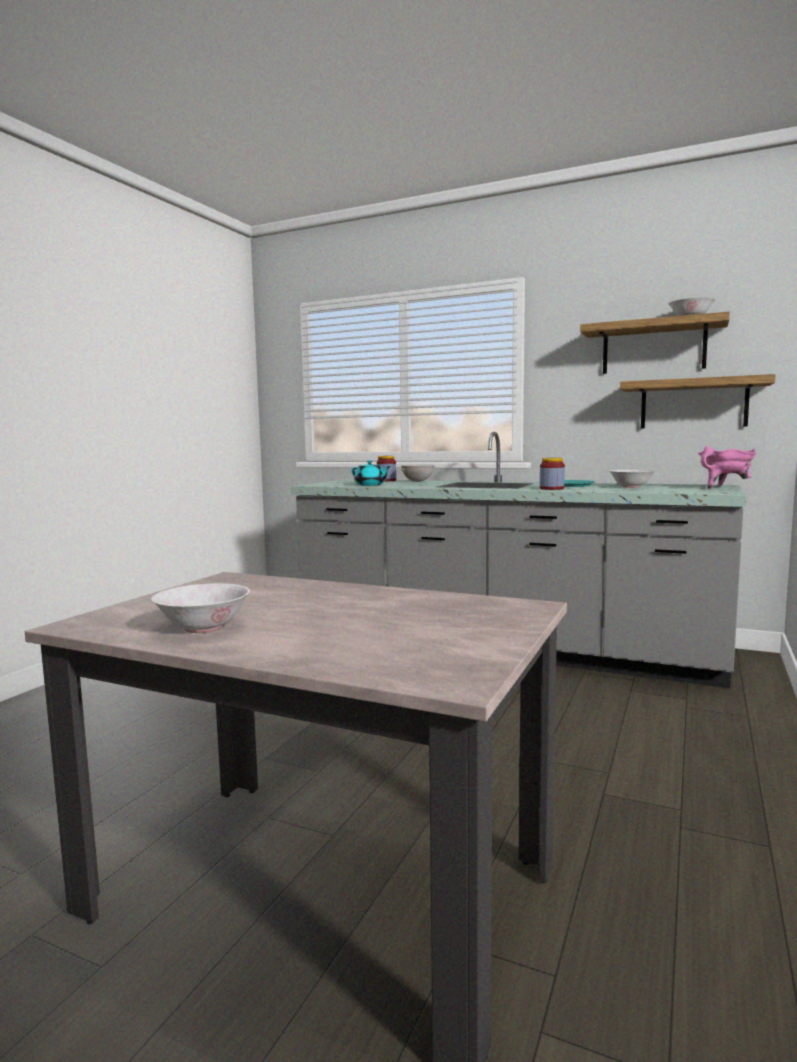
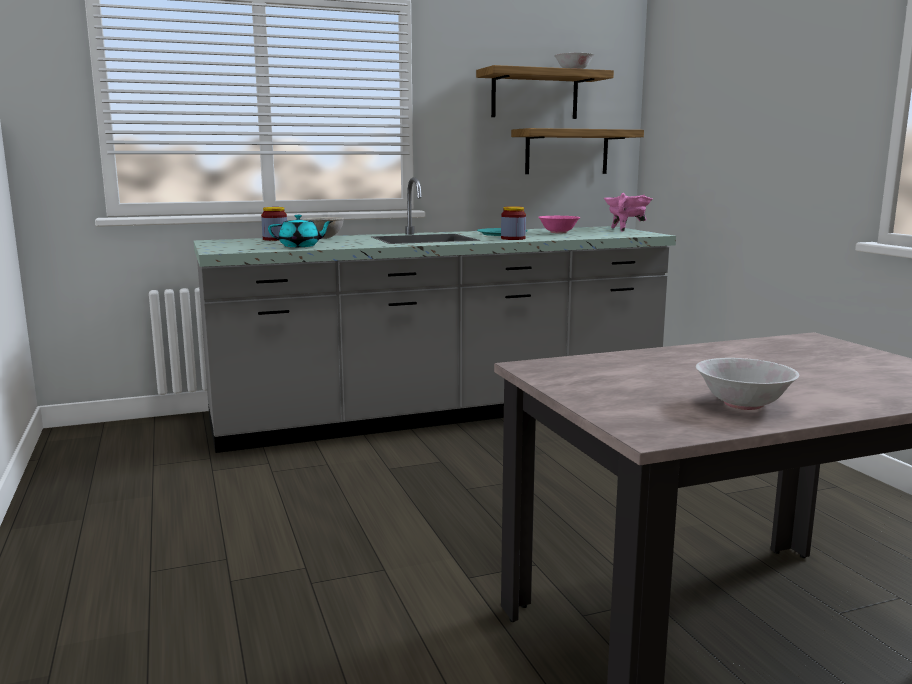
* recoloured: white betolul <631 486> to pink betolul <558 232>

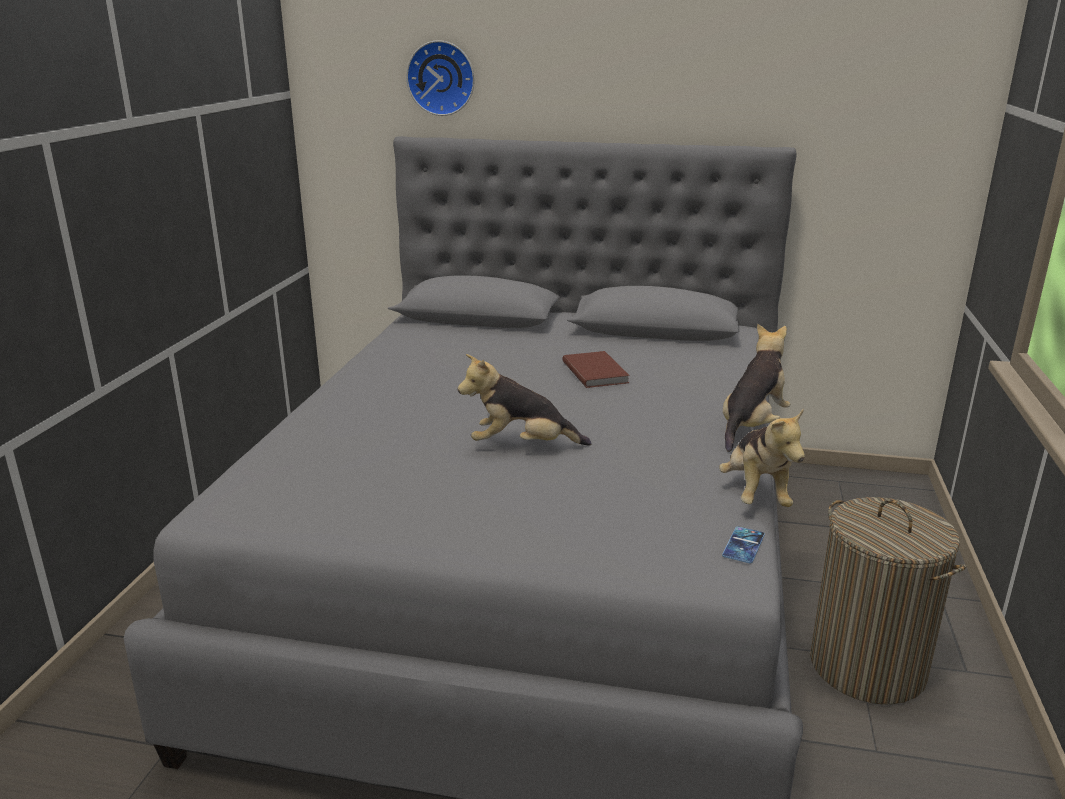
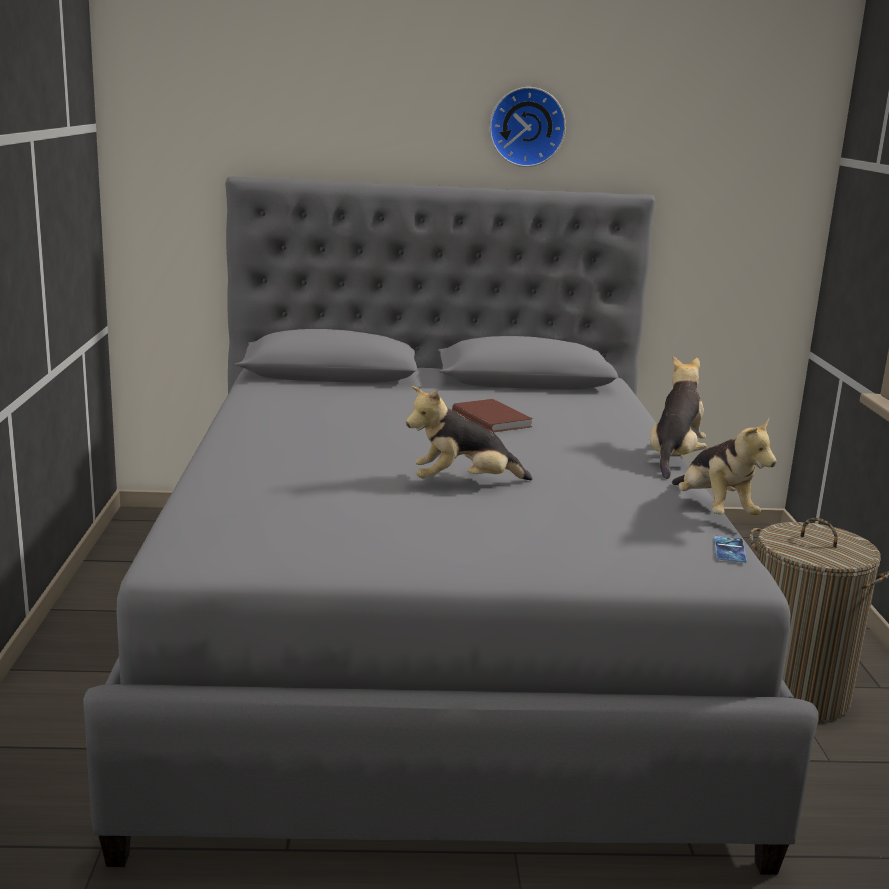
* moved: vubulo <442 78> to <526 127>

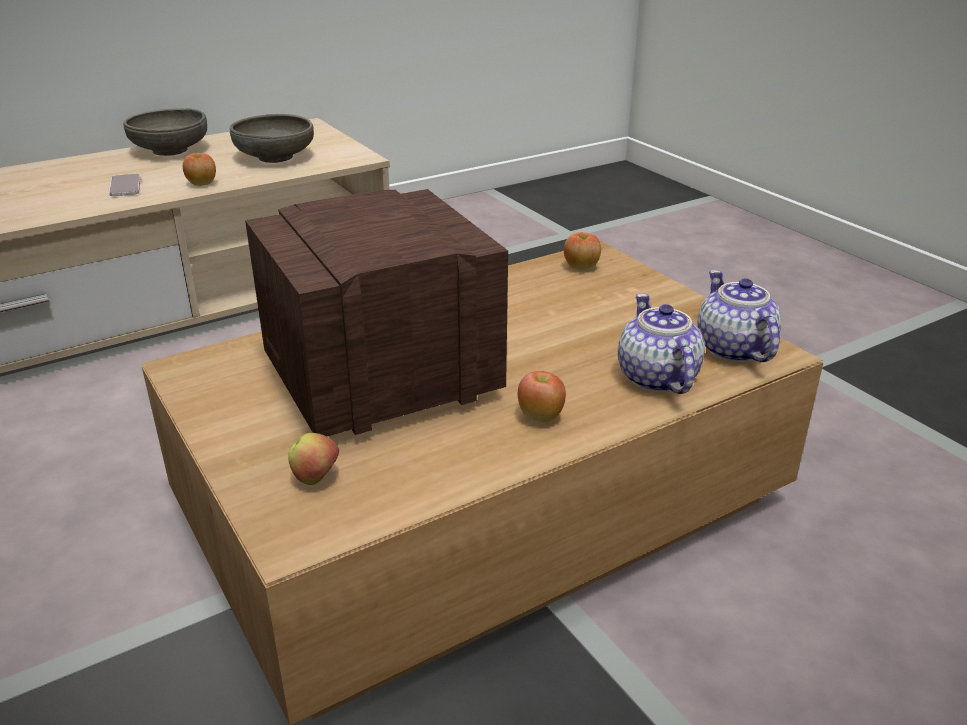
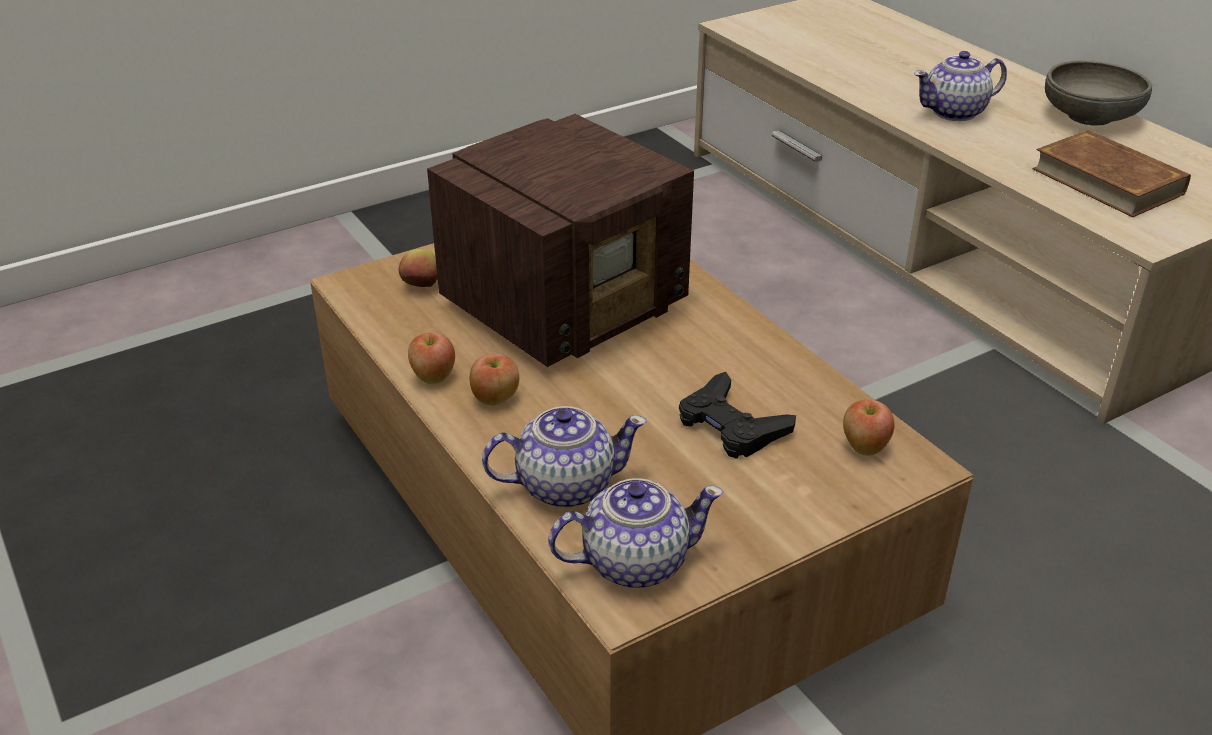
* moved: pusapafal <202 184> to <433 377>
* turned: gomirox <377 380> = <568 305> 75 degrees clockwise
* added: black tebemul <731 425>
* replaced: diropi <125 186> to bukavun <955 112>
* replaced: grey betolul <275 157> to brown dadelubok <1107 181>

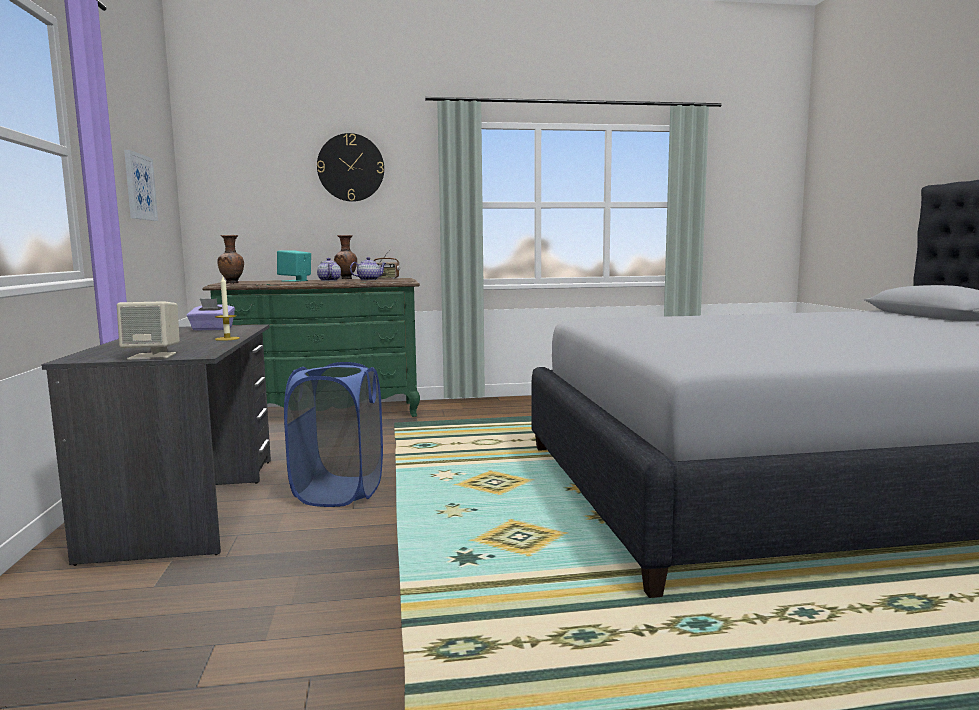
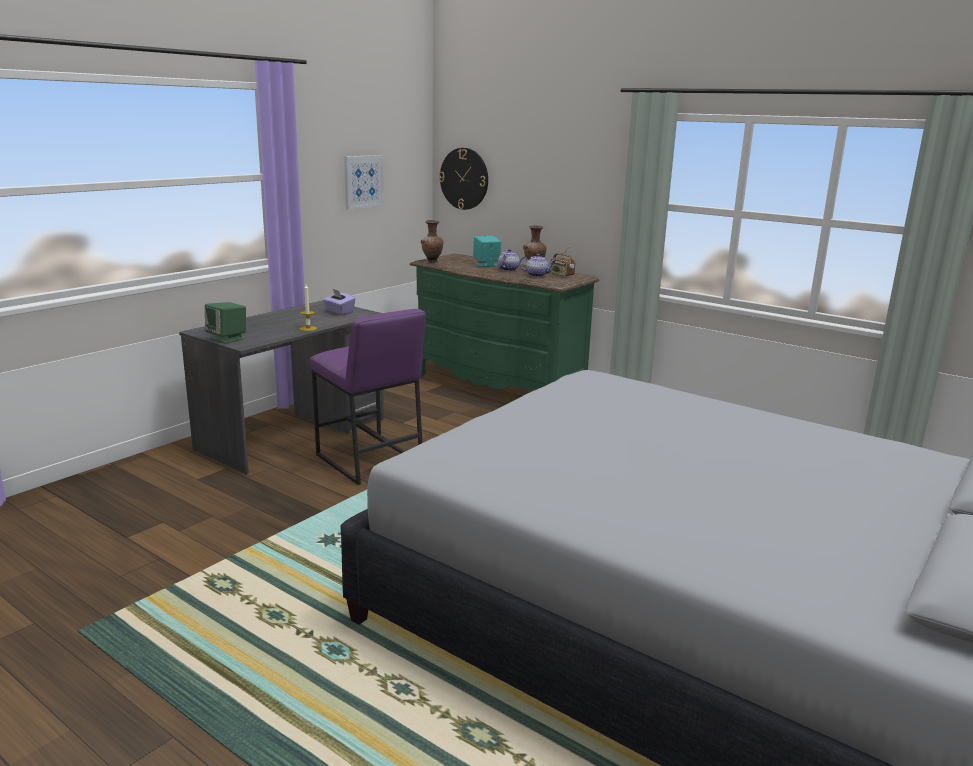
* recoloured: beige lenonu <153 356> to green lenonu <227 339>
* replaced: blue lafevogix <339 492> to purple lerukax <370 460>
* moved: vubulo <351 167> to <464 178>

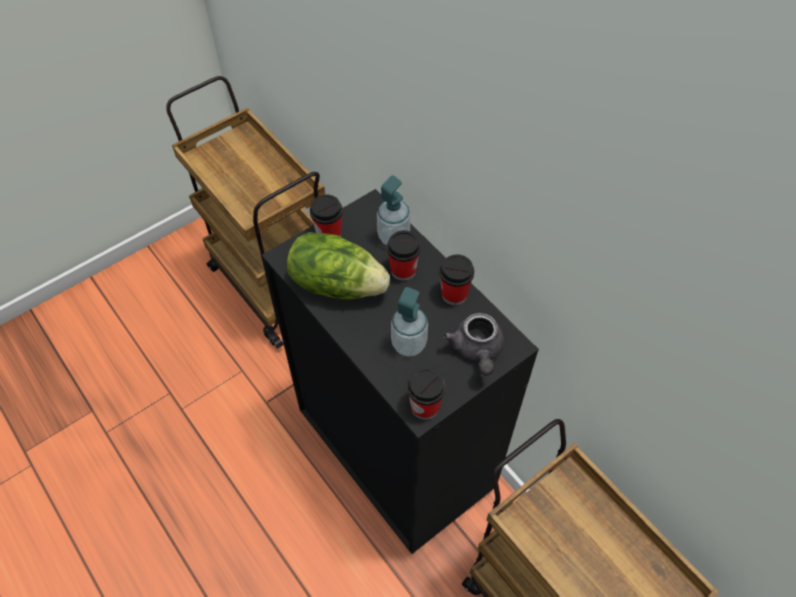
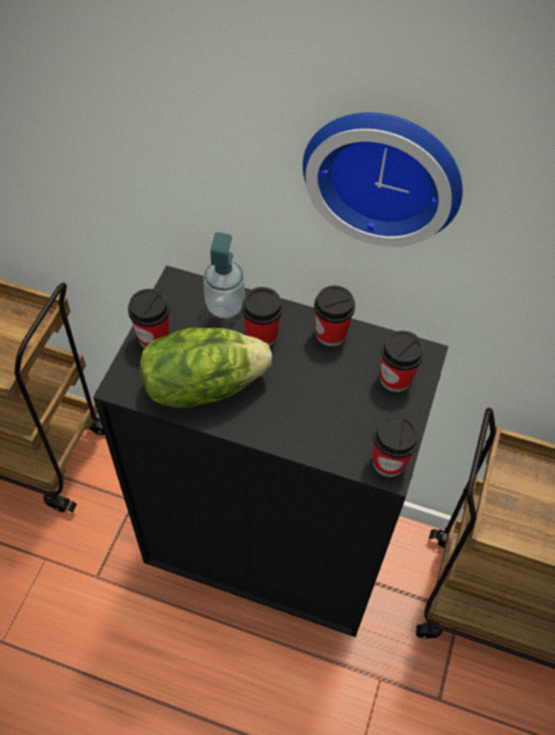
* added: vubulo <384 172>
* replaced: grey bukavun <477 351> to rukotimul <395 379>
* removed: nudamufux <409 344>

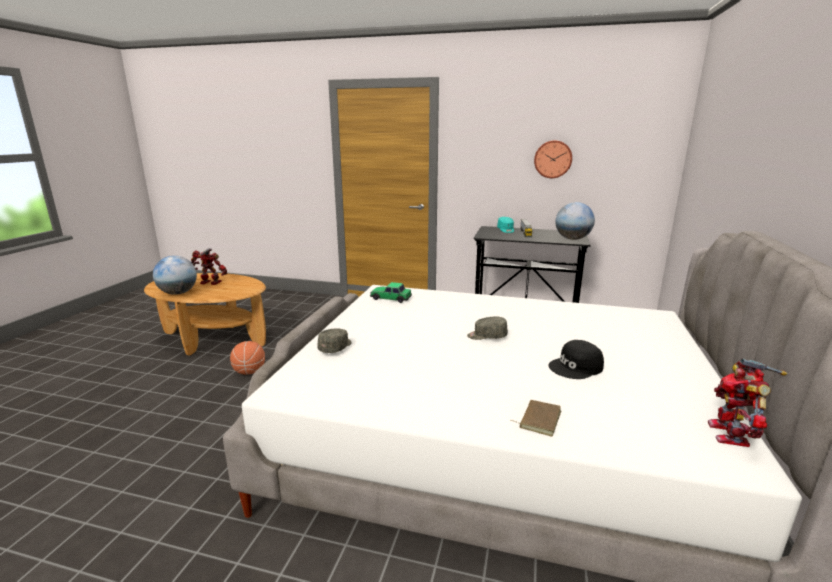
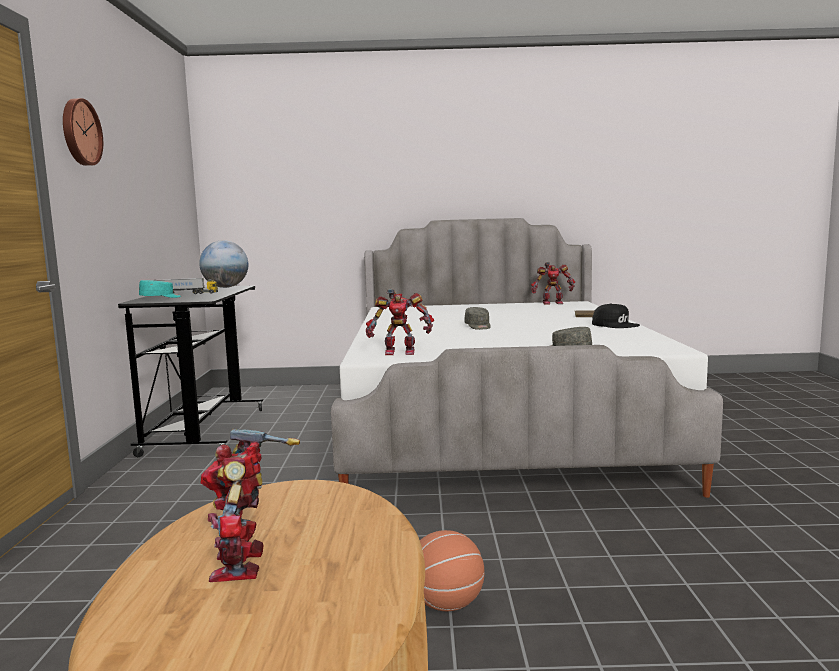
* moved: vubulo <553 159> to <79 132>
* replaced: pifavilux <390 298> to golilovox <399 352>
* moved: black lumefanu <576 367> to <615 324>
* removed: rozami <178 293>

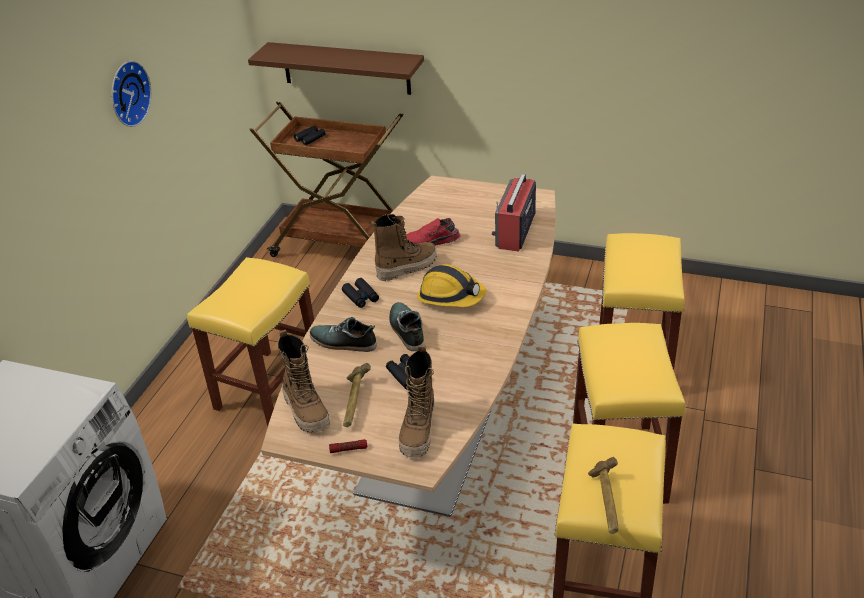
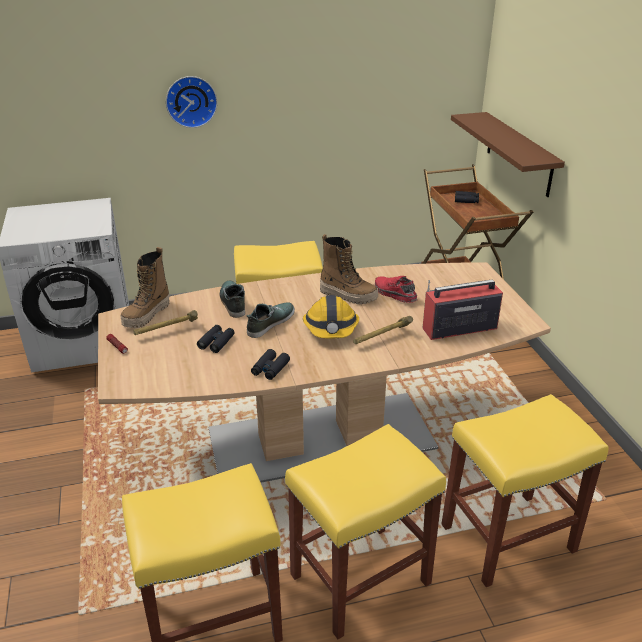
* moved: vubulo <127 93> to <191 101>
* moved: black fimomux <361 297> to <270 369>
* moved: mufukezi <606 504> to <381 339>
* removed: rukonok <419 431>

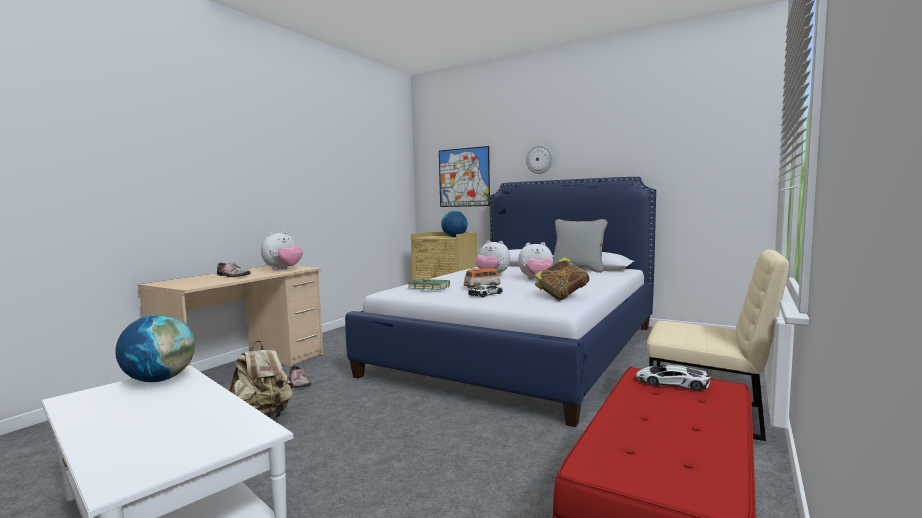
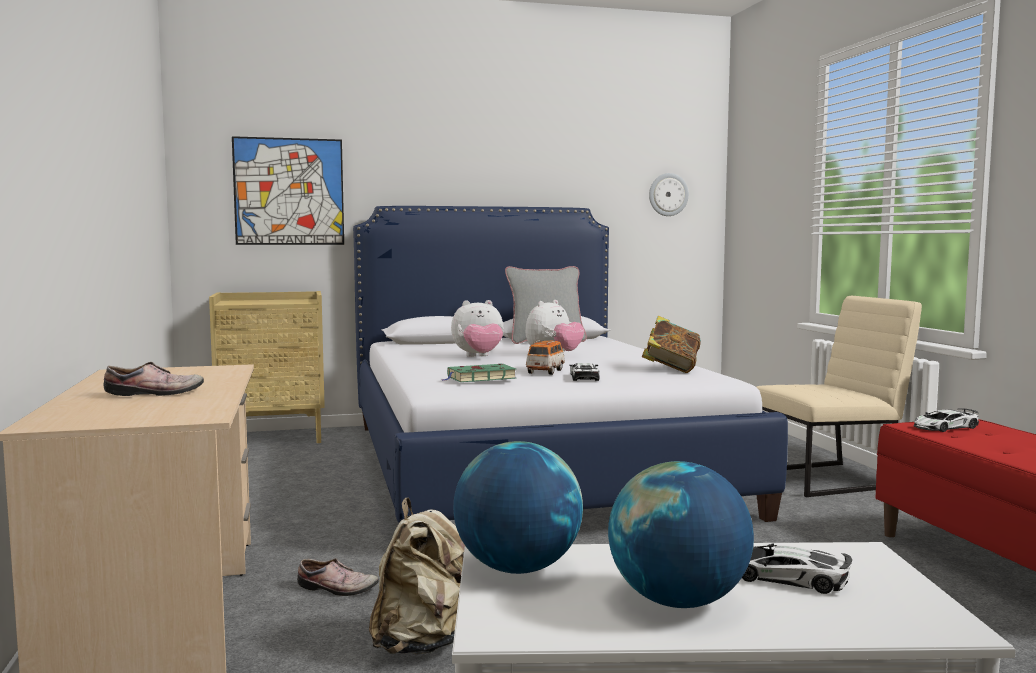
* moved: rozami <454 237> to <677 601>
* moved: vubulo <539 159> to <668 194>
* added: pifavilux <784 577>
* removed: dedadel <283 269>

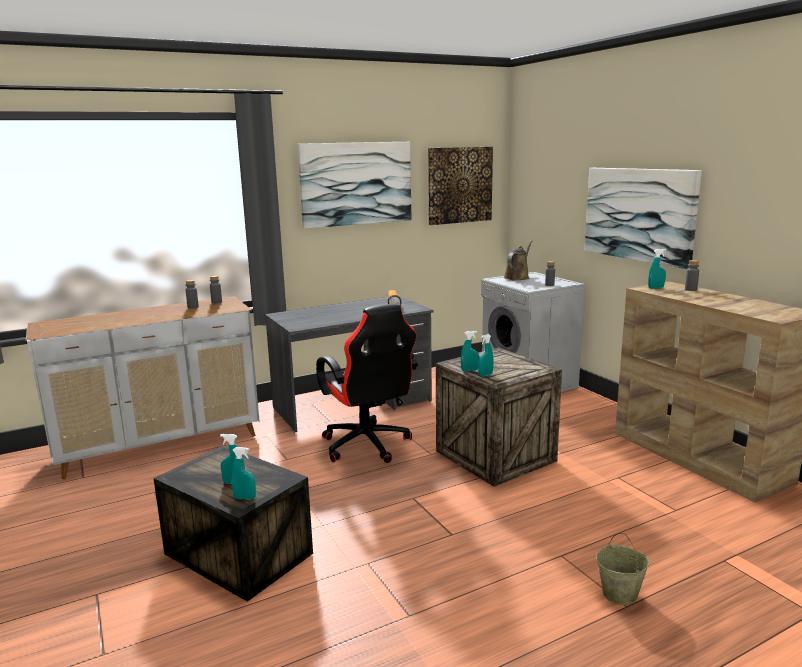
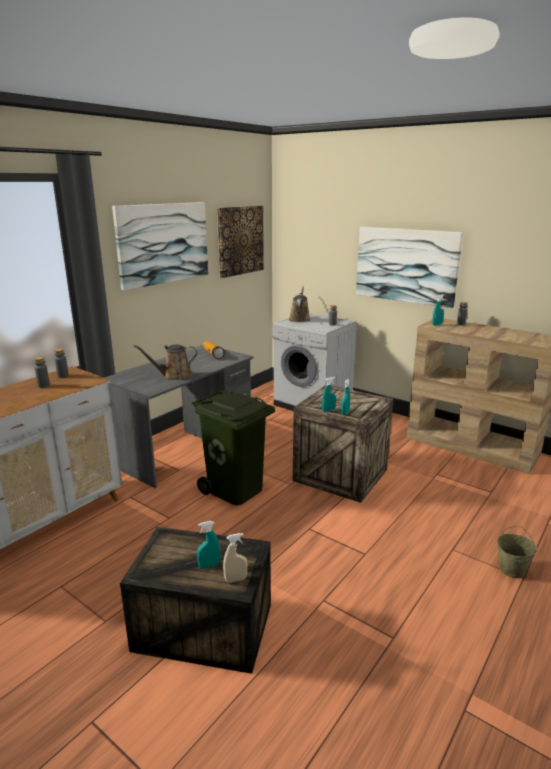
* added: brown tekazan <174 376>
* replaced: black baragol <368 448> to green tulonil <234 490>
* recoloured: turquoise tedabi <244 498> to beige tedabi <235 579>

